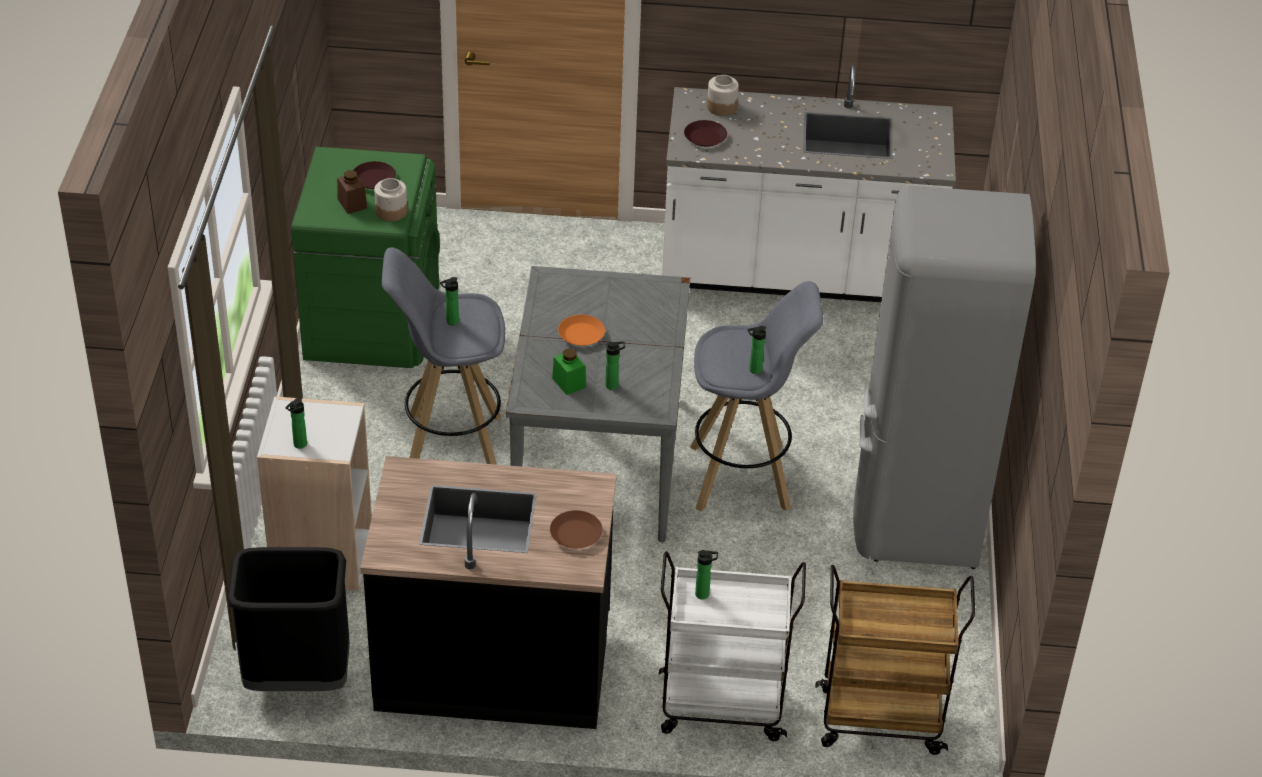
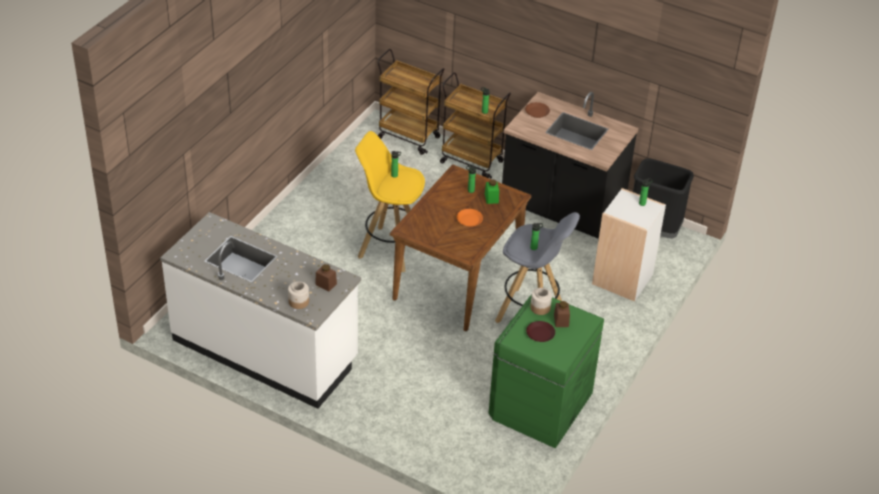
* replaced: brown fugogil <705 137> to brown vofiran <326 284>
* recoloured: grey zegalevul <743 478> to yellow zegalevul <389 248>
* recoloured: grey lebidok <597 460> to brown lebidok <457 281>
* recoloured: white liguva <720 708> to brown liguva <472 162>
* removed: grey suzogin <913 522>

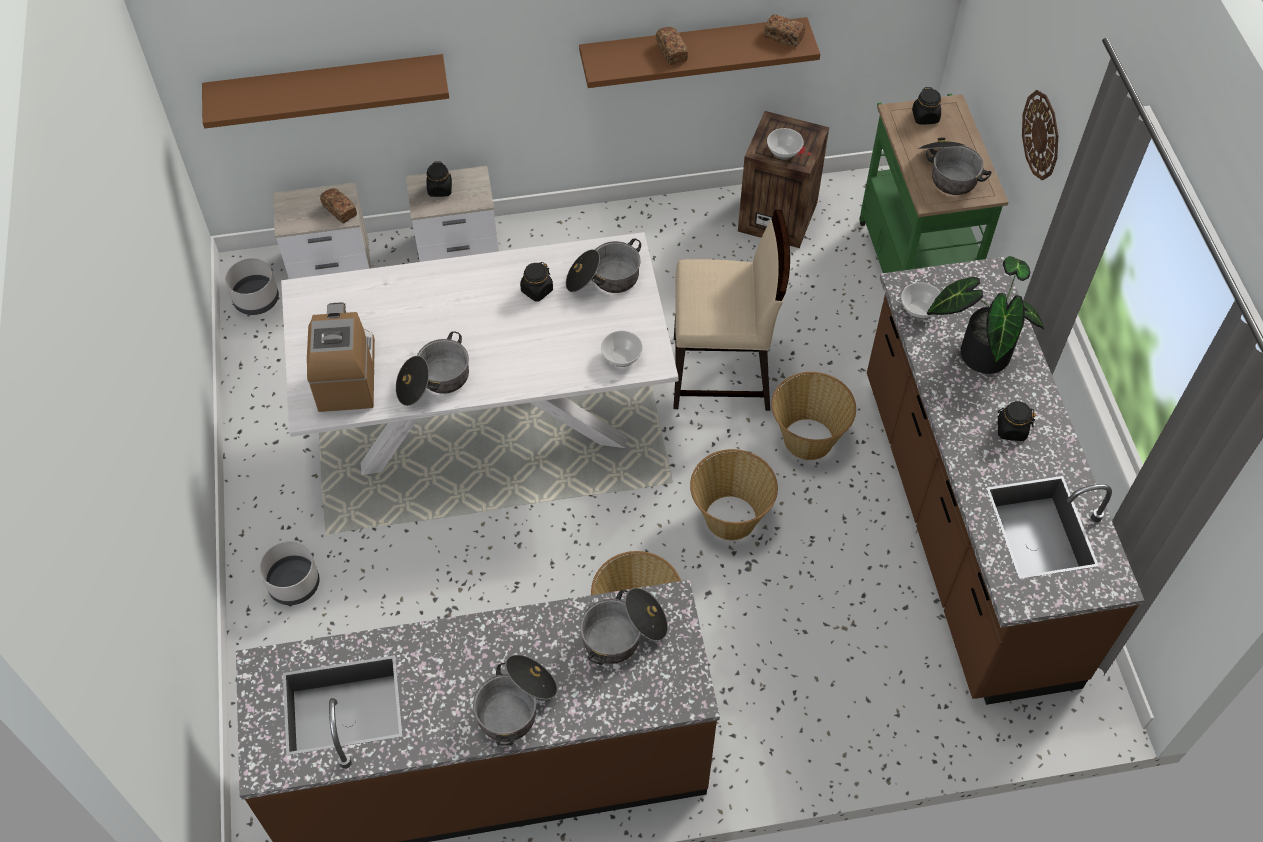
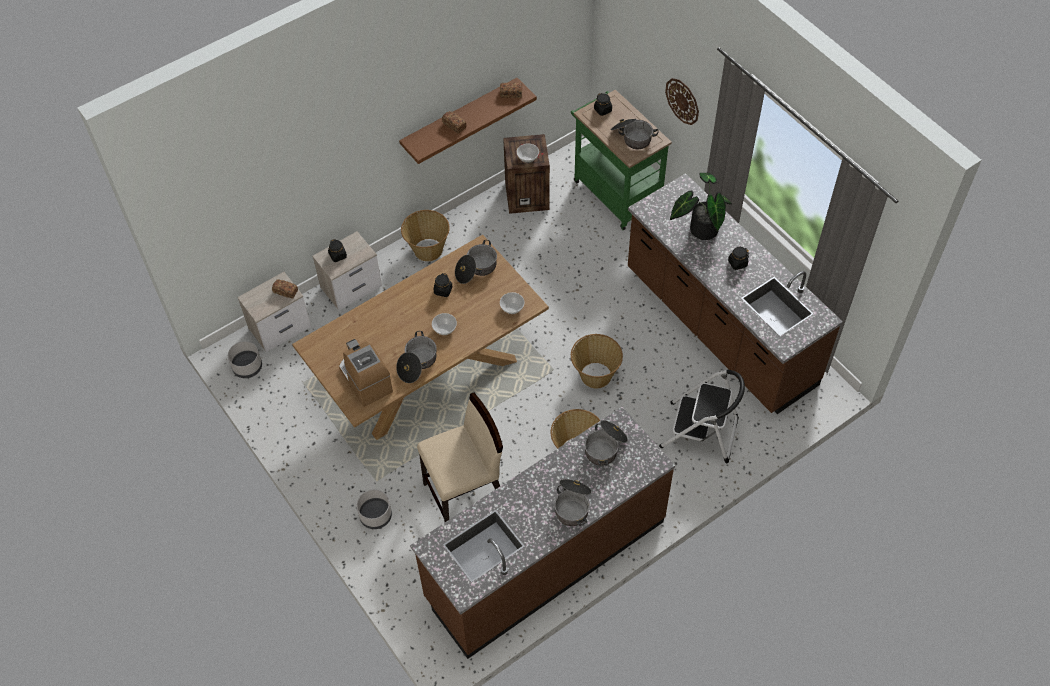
* recoloured: white lebidok <488 416> to brown lebidok <429 377>
* moved: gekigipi <807 438> to <427 249>
* moved: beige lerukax <722 373> to <466 496>
* moved: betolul <919 310> to <445 329>
* added: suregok <702 433>
* removed: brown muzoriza <327 86>

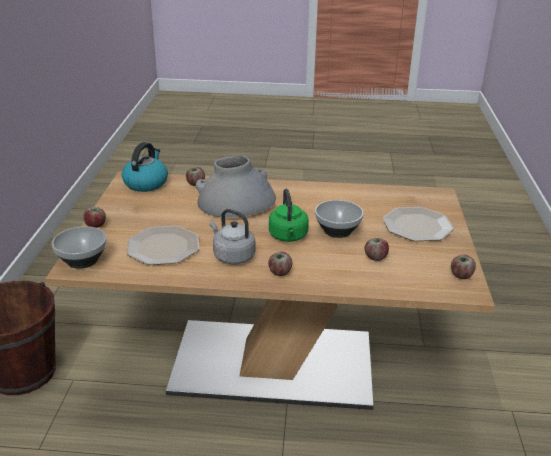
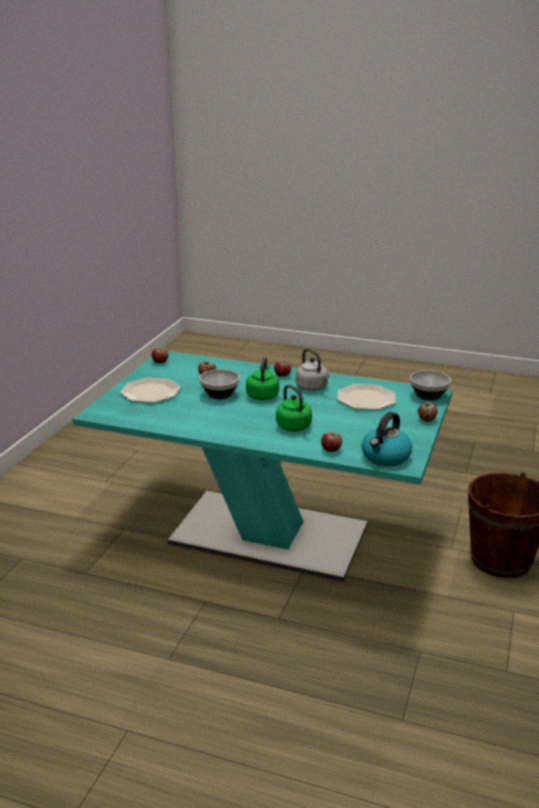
* recoloured: brown lebidok <273 363> to turquoise lebidok <269 534>
* replaced: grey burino <235 201> to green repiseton <295 427>

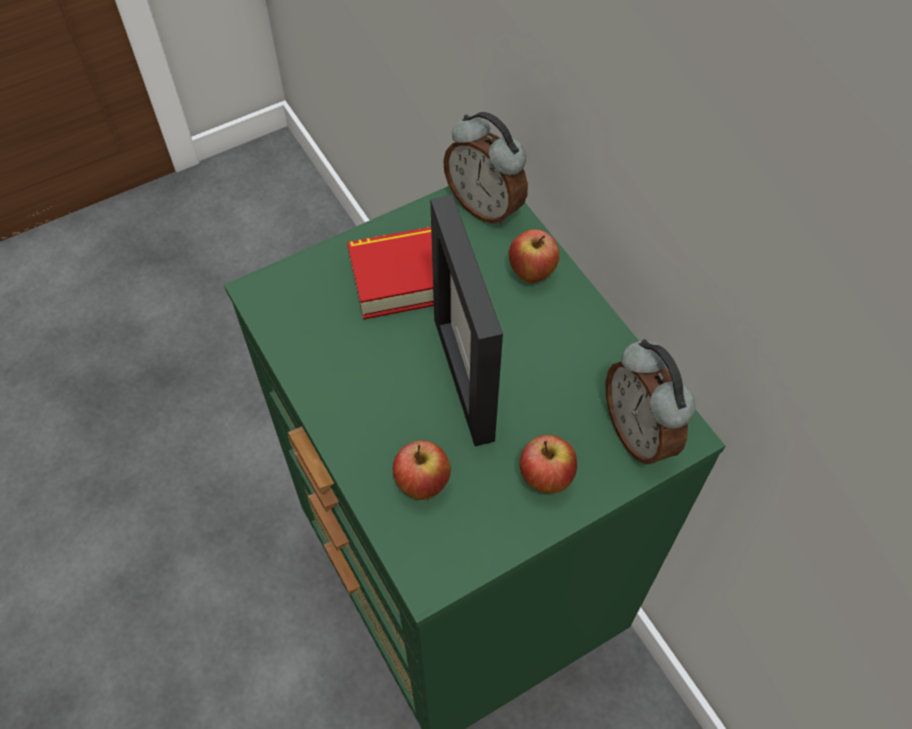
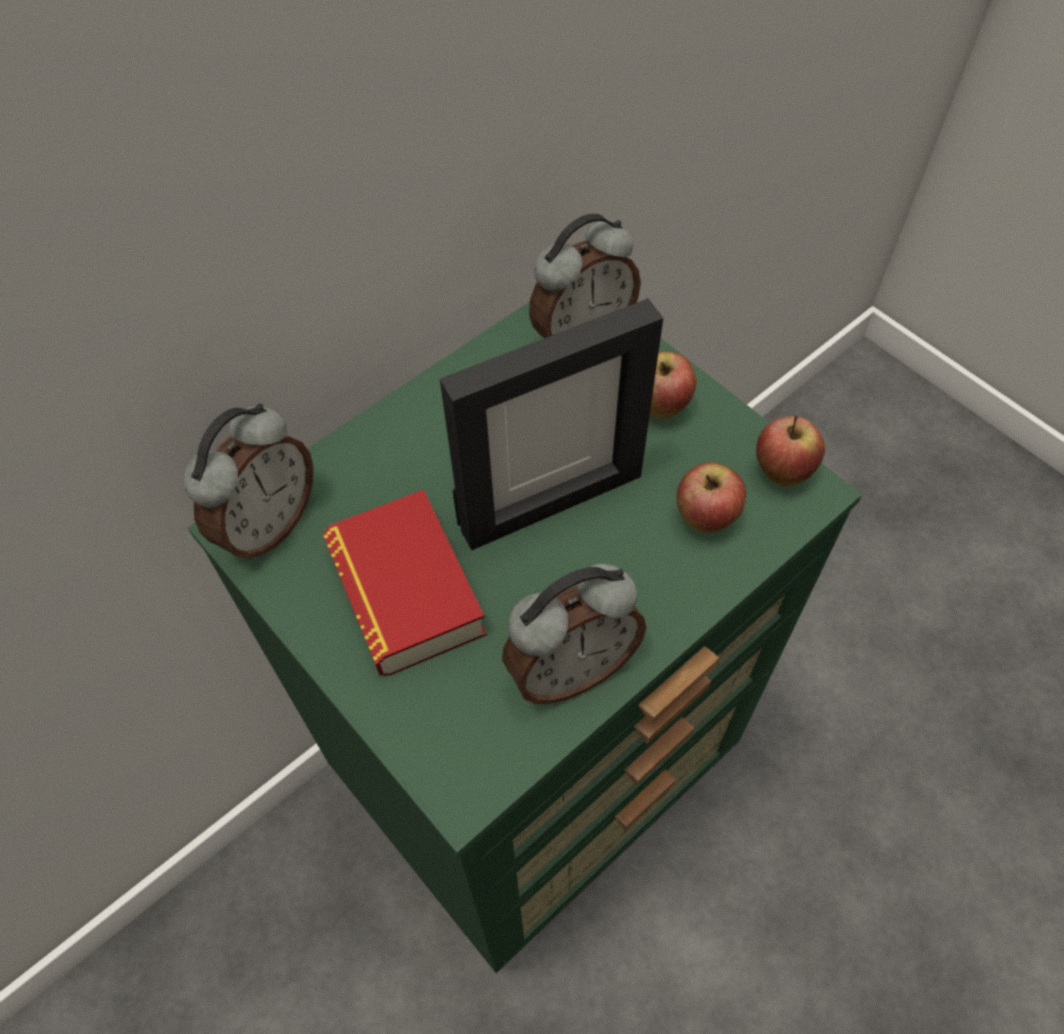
* added: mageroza <570 668>
* moved: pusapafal <532 273> to <781 472>

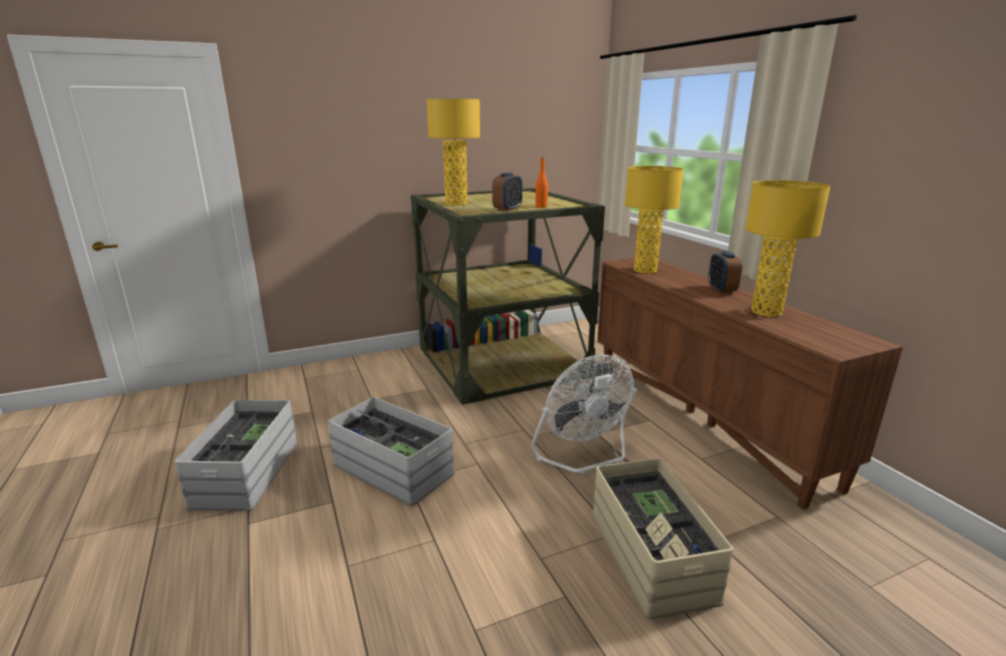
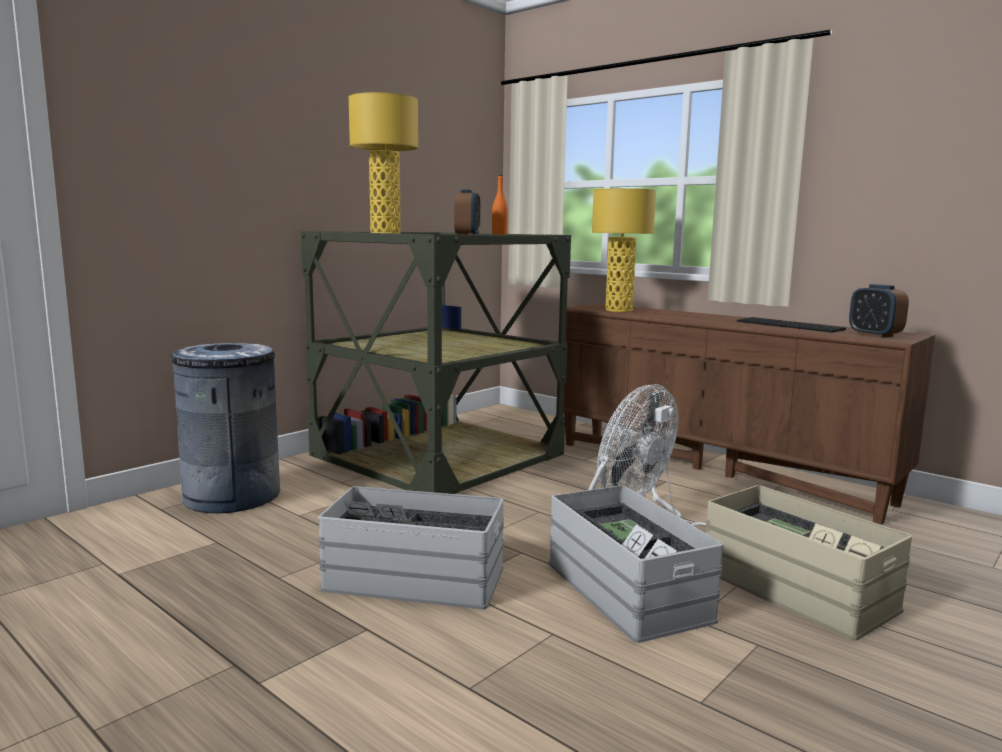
* added: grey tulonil <232 496>
* moved: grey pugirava <248 472> to <628 590>
* replaced: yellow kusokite <767 312> to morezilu <791 325>
* moved: mageroza <721 290> to <874 335>

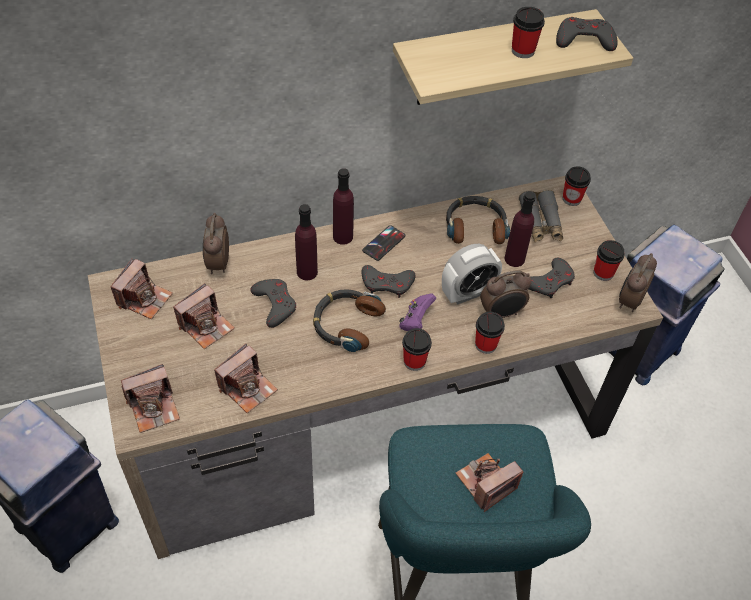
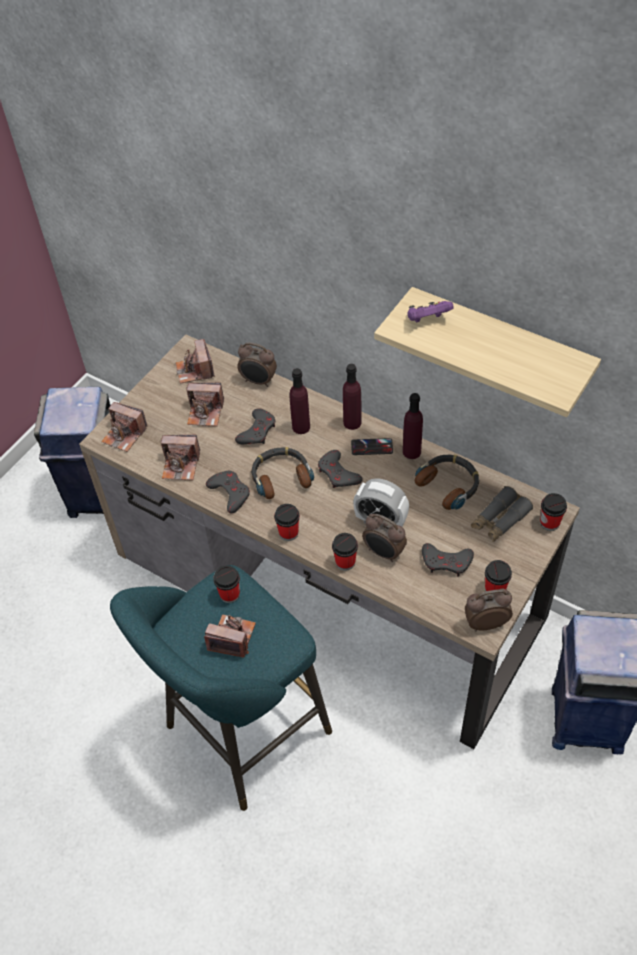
* turned: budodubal <144 299> = <195 371> 90 degrees clockwise
* moved: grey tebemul <584 40> to <230 493>
* moved: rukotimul <523 51> to <229 594>
* turned: mageroza <217 264> = <258 381> 120 degrees counterclockwise
* moved: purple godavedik <514 259> to <411 451>
* moved: purple tebemul <415 321> to <427 320>

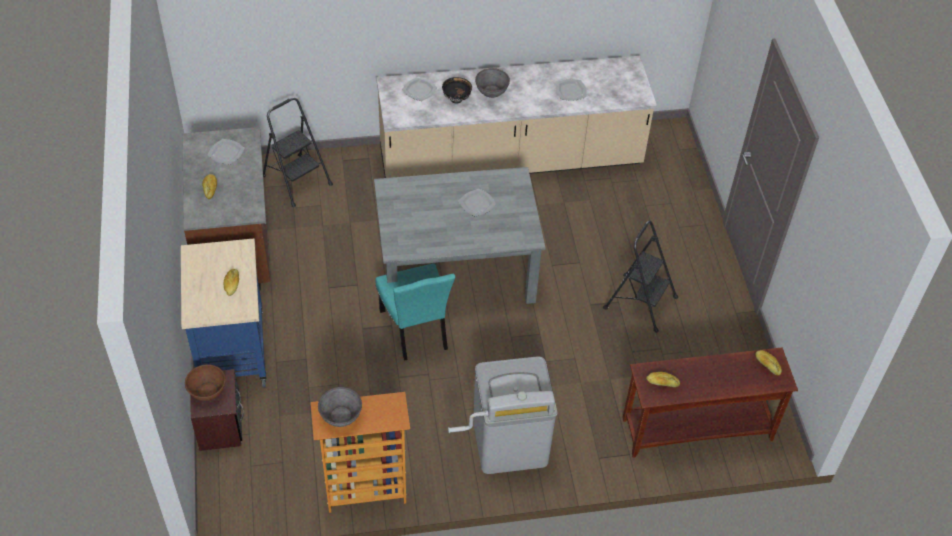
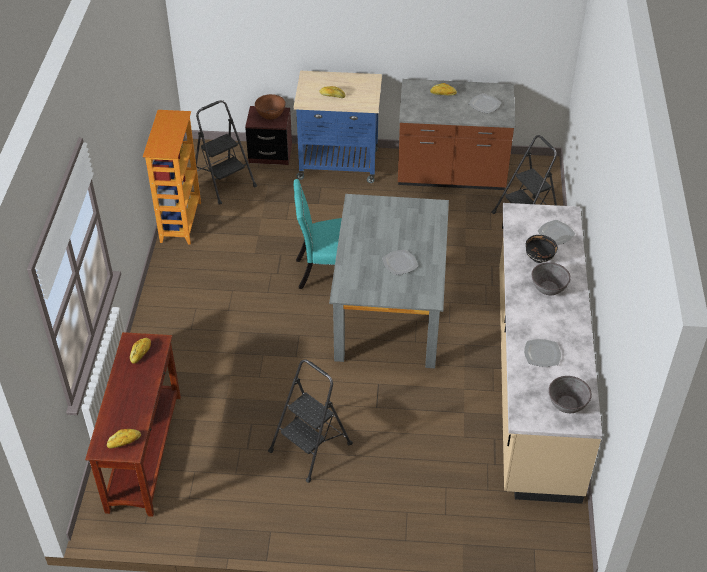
* added: black suregok <223 180>
* moved: grey betolul <340 415> to <567 403>
* removed: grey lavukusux <508 444>

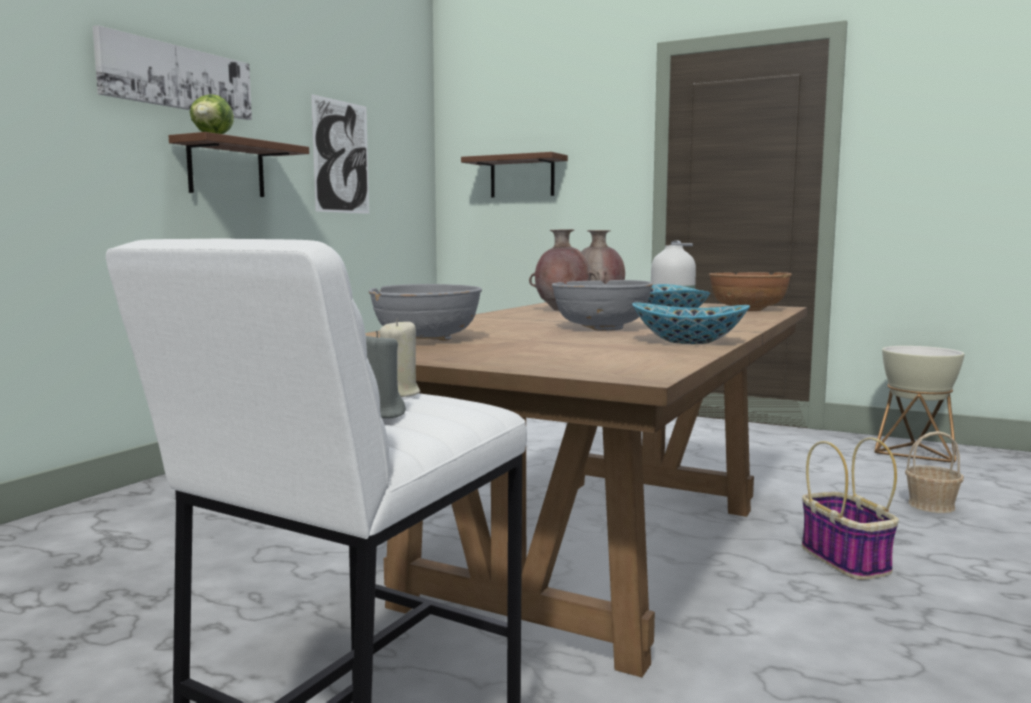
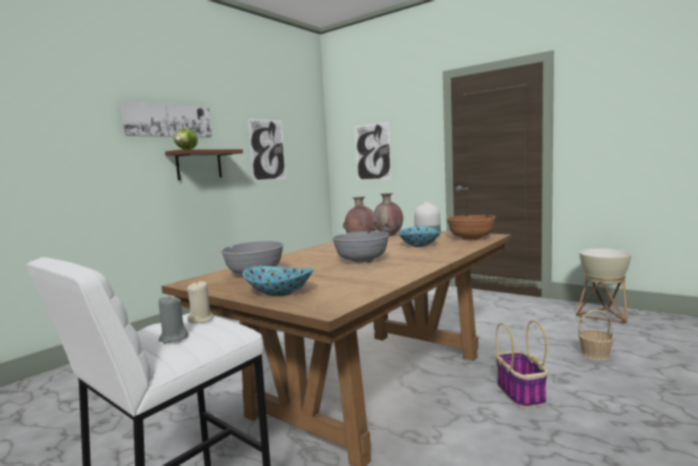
* moved: betolul <689 342> to <279 293>
* replaced: brown muzoriza <522 177> to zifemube <372 152>

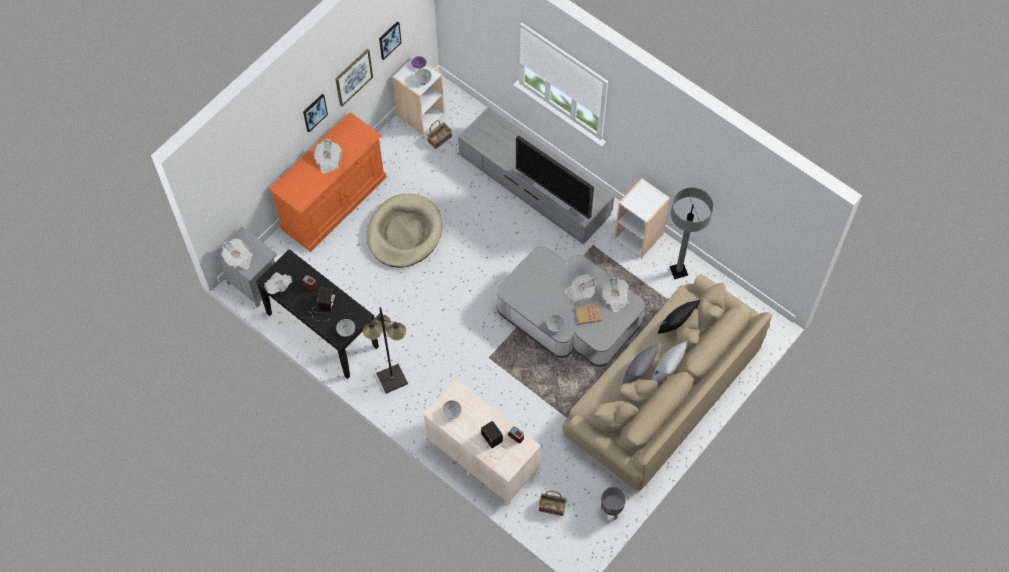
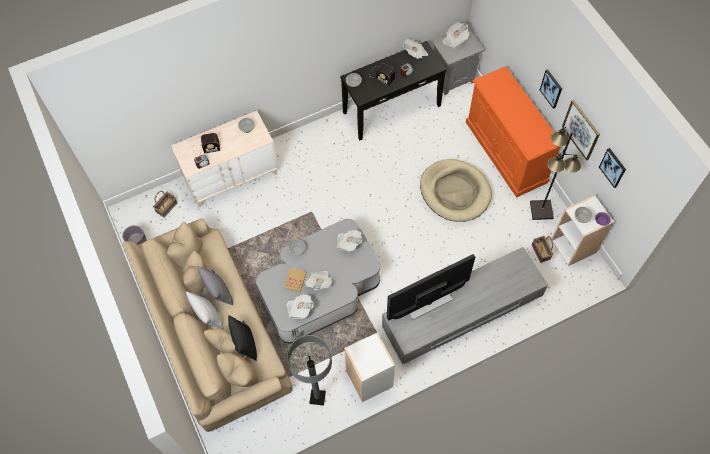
* moved: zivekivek <328 161> to <348 243>
* moved: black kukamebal <391 378> to <541 210>

